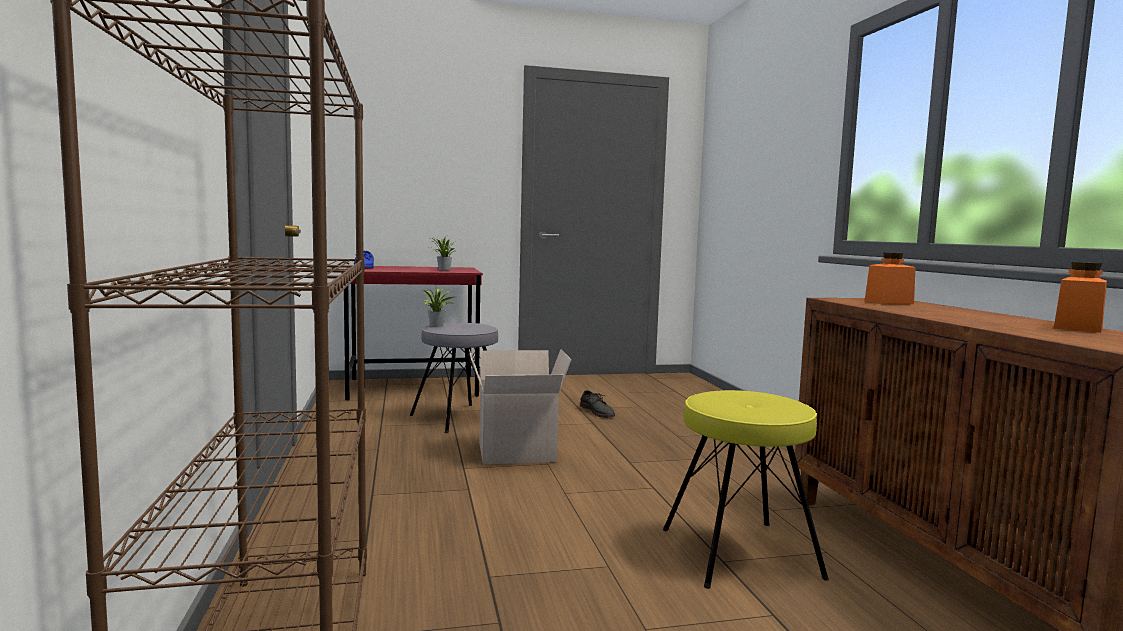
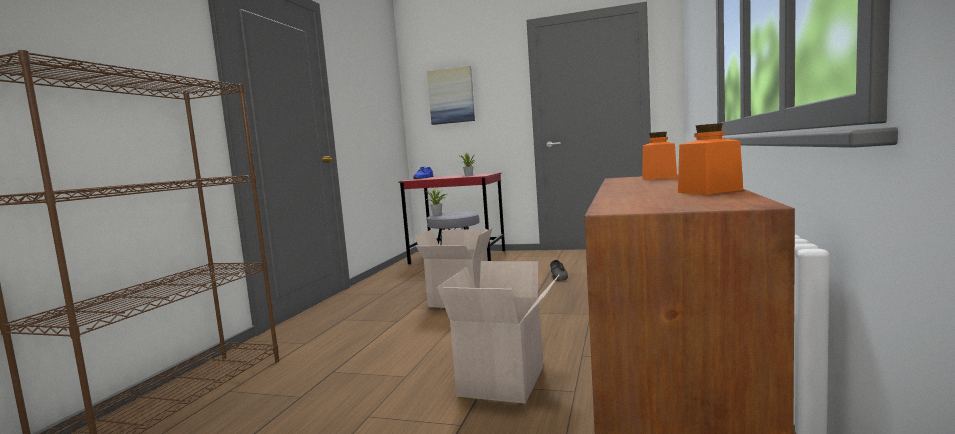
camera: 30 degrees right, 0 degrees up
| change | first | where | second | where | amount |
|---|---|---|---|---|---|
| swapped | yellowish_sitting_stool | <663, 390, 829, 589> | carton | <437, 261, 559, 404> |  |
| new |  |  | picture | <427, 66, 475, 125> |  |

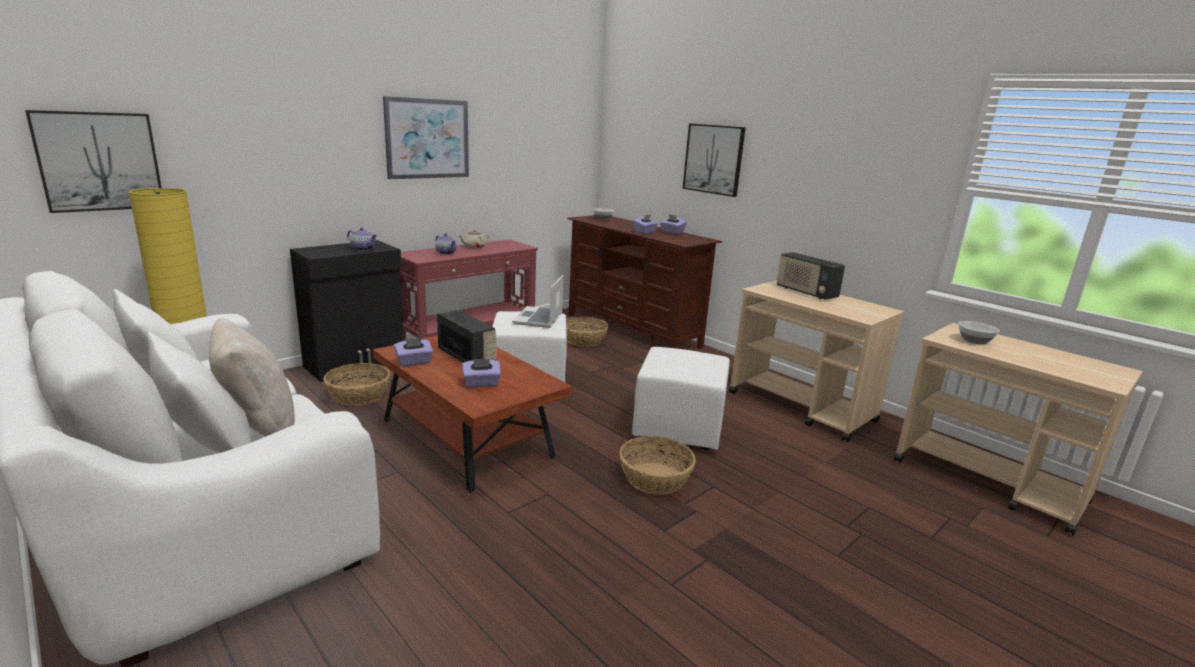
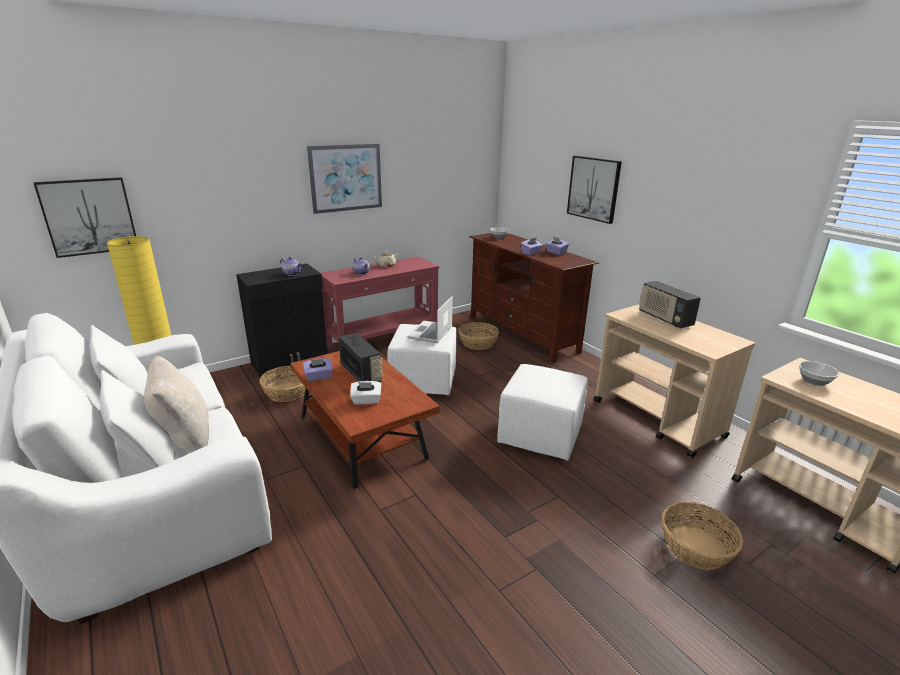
camera: 10 degrees right, 5 degrees up
| change | first | where | second | where | amount |
|---|---|---|---|---|---|
| repainted | purple_tissue_box | <462, 359, 501, 388> | whitish_tissue_box | <350, 381, 381, 405> |  |
| shifted | storage_basket | <619, 436, 696, 495> |  | <662, 502, 743, 570> |  |

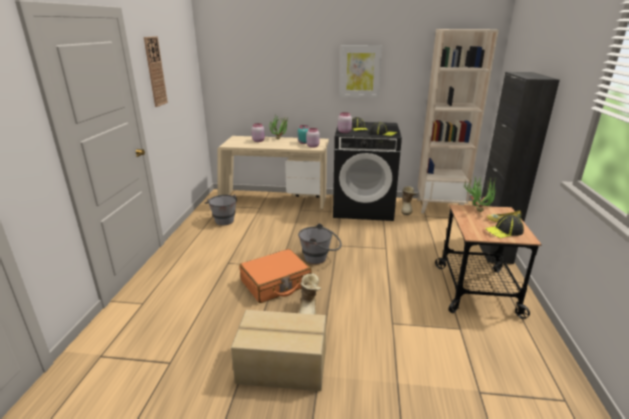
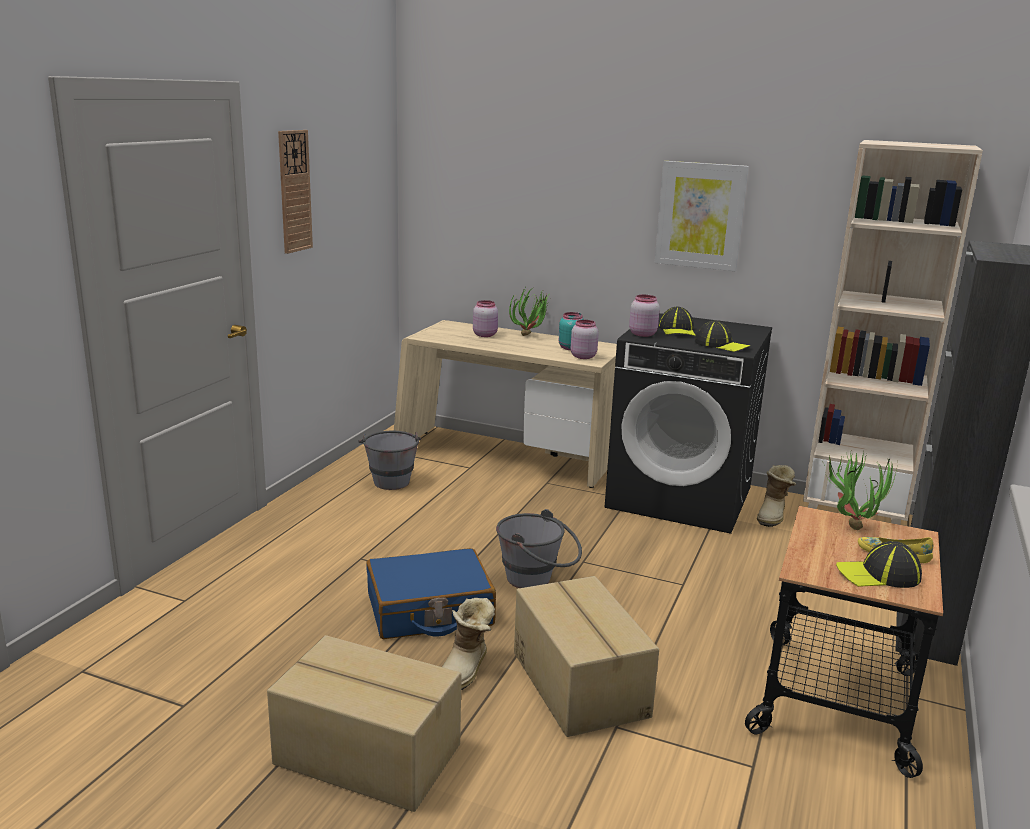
camera: 15 degrees right, 5 degrees down
| change | first | where | second | where | amount |
|---|---|---|---|---|---|
| repainted | orangey_piece_of_luggage | <239, 249, 312, 303> | blue_piece_of_luggage | <366, 548, 496, 639> |  |
| new |  |  | carton | <514, 576, 659, 737> |  |

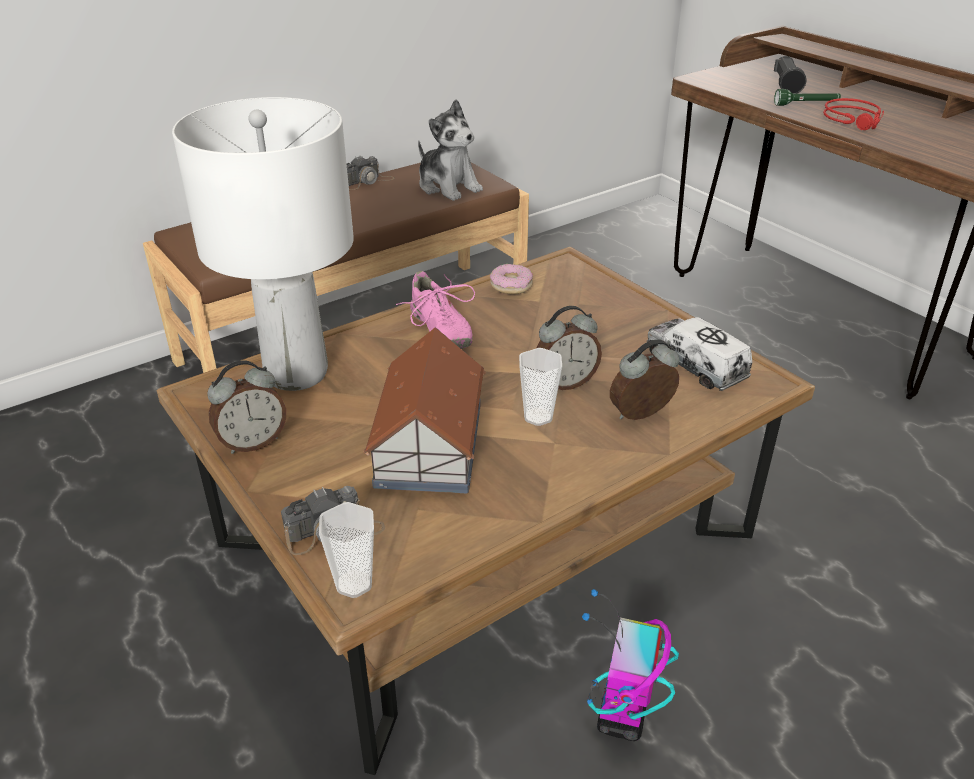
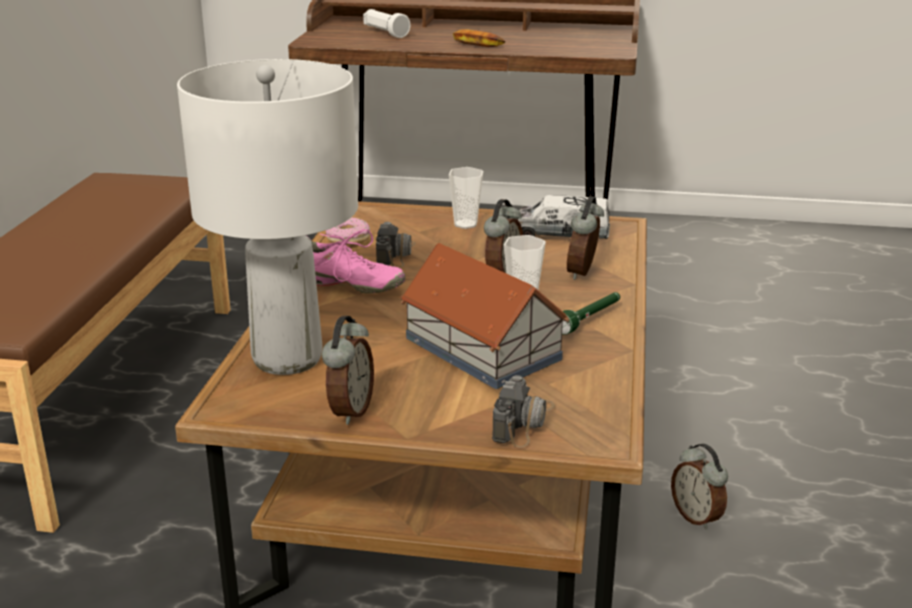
camera: 45 degrees left, 10 degrees down
| change | first | where | second | where | amount |
|---|---|---|---|---|---|
| repainted | blackish_flashlight | <774, 56, 807, 94> | whitish_flashlight | <363, 9, 411, 38> |  |
| shifted | green-coloured_flashlight | <774, 89, 841, 106> |  | <562, 292, 620, 335> |  |
| swapped | red_headset | <823, 98, 884, 130> | whole_banana | <453, 29, 505, 47> |  |
| gone | plush_toy | <418, 99, 483, 201> |  |  |  |
| shifted | still_camera | <347, 155, 395, 190> |  | <376, 222, 416, 268> |  |
| shifted | drinking_cup | <319, 502, 374, 598> |  | <449, 167, 483, 229> |  |
| swapped | model_robot | <582, 589, 679, 741> | alarm_clock | <671, 444, 728, 530> |  |

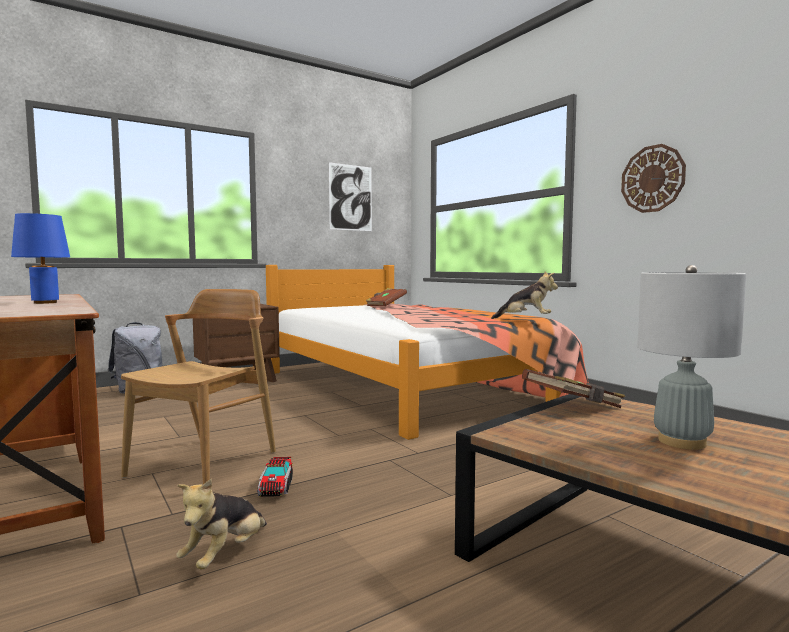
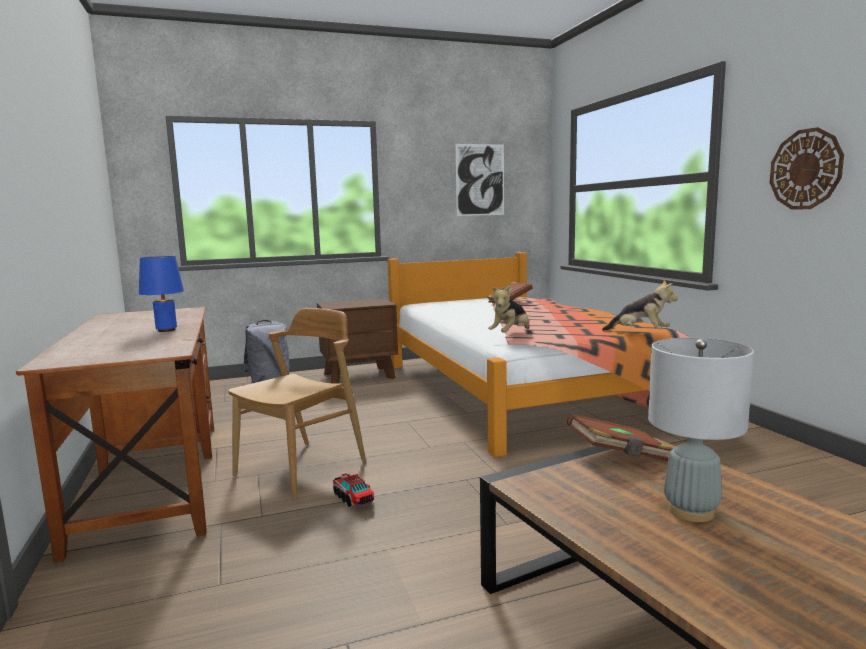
camera: 15 degrees right, 5 degrees up
| change | first | where | second | where | amount |
|---|---|---|---|---|---|
| rotated | toy_lorry | <258, 457, 293, 497> |  | <333, 473, 374, 508> | 135 degrees clockwise |
| shifted | plush_toy | <176, 479, 267, 569> |  | <488, 285, 529, 333> |  |

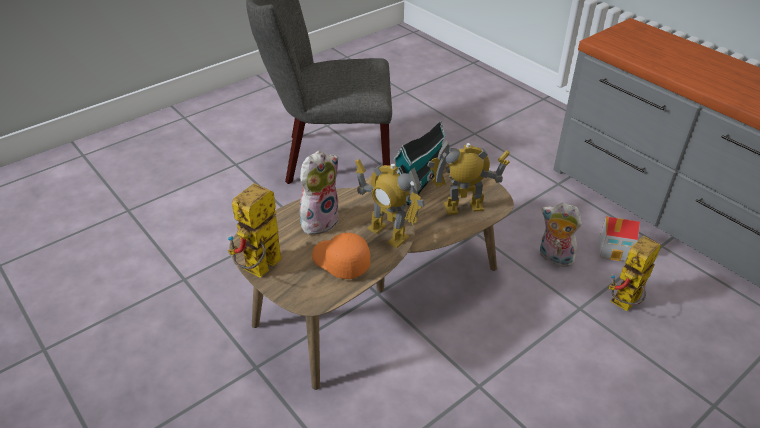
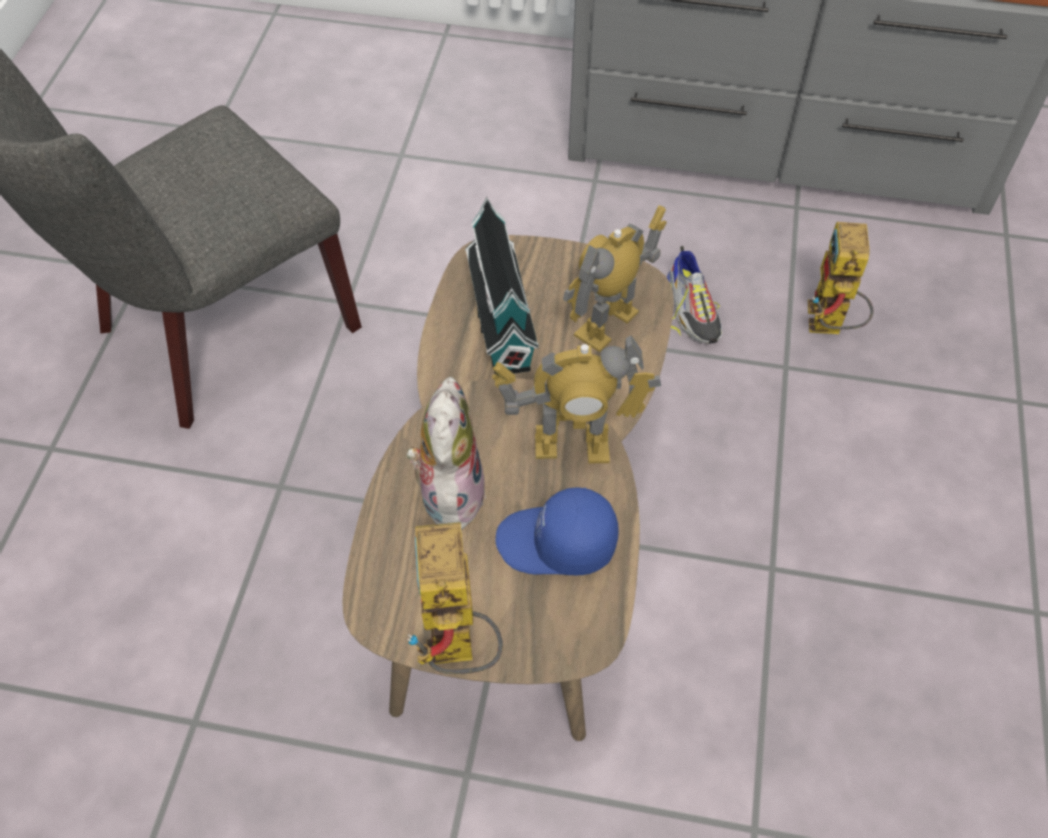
camera: 40 degrees left, 15 degrees up
| change | first | where | second | where | amount |
|---|---|---|---|---|---|
| swapped | plush_toy | <540, 203, 582, 267> | item_of_footwear | <667, 246, 722, 344> |  |
| gone | toy_house | <600, 216, 640, 261> |  |  |  |
| repainted | orangey_cap | <312, 233, 370, 279> | blue_cap | <496, 488, 619, 575> |  |

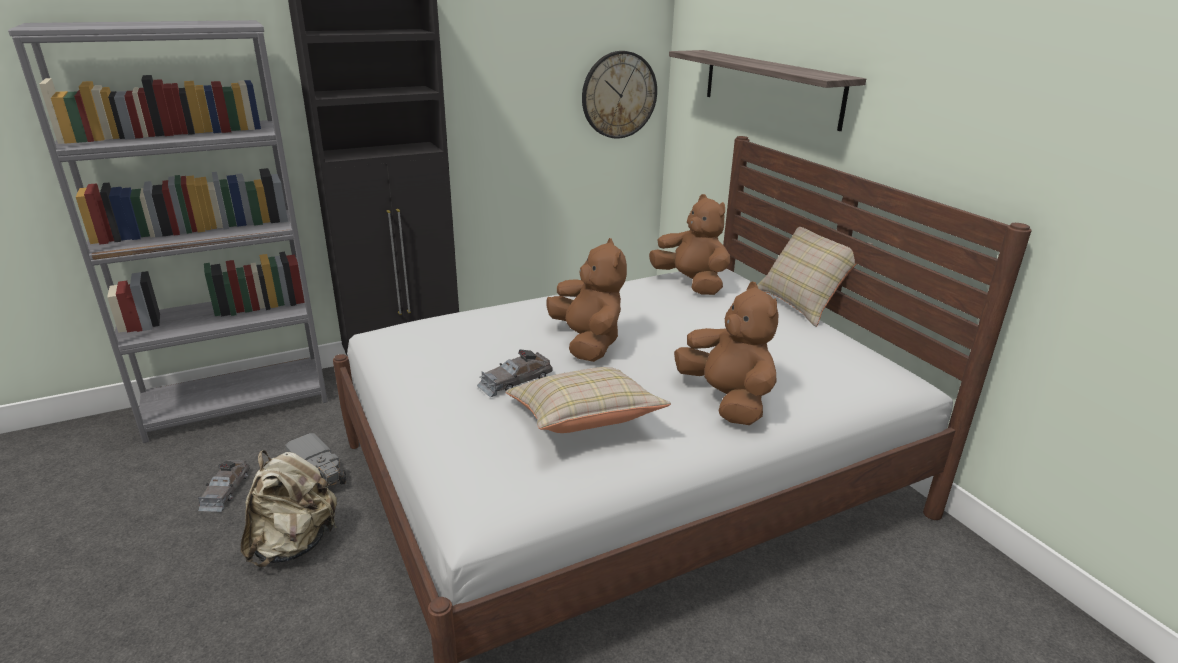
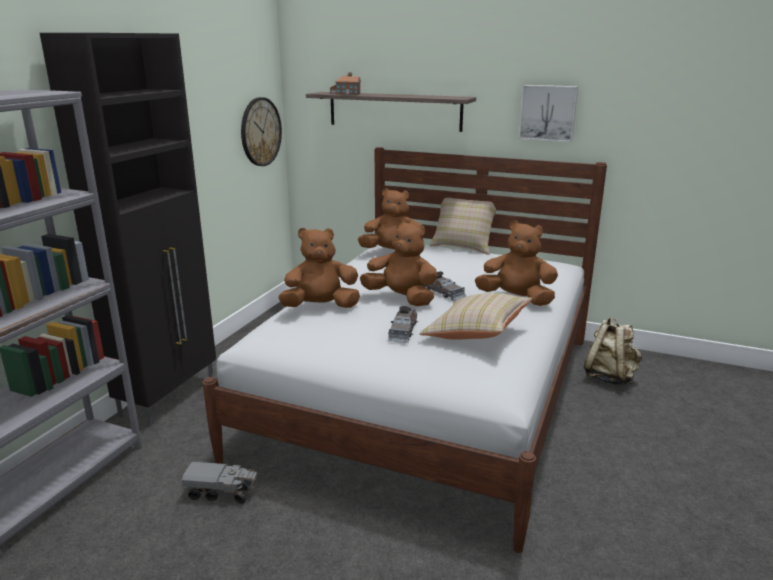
camera: 40 degrees left, 5 degrees down
| change | first | where | second | where | amount |
|---|---|---|---|---|---|
| shifted | sand-coloured_knapsack | <241, 450, 337, 567> |  | <584, 317, 642, 385> |  |
| shifted | grey_miniature_car | <198, 460, 250, 512> |  | <424, 271, 467, 301> |  |
| new |  |  | toy_house | <330, 72, 361, 95> |  |
| new |  |  | picture | <519, 85, 578, 142> |  |
| new |  |  | brown-coloured_plush_toy | <278, 228, 360, 308> |  |

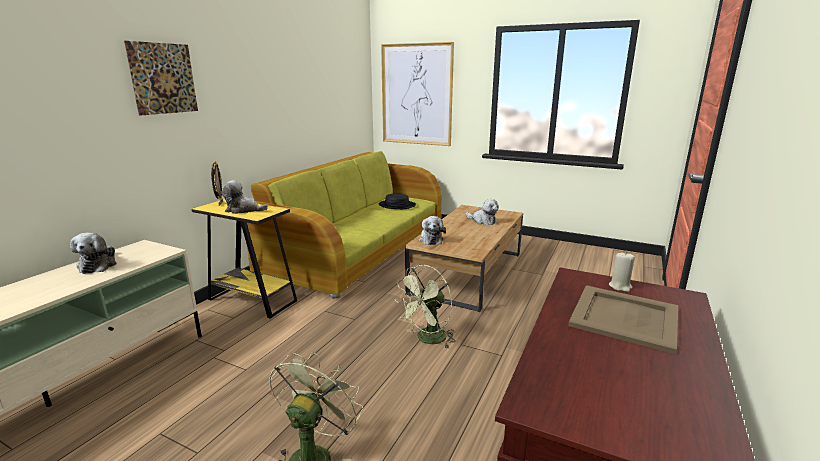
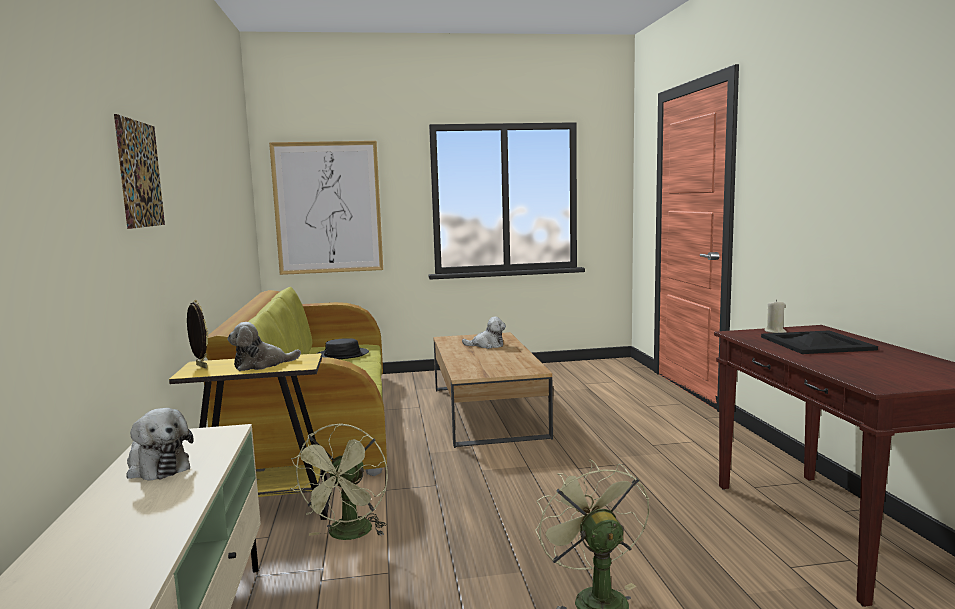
camera: 35 degrees left, 10 degrees down
| change | first | where | second | where | amount |
|---|---|---|---|---|---|
| gone | plush_toy | <419, 216, 446, 245> |  |  |  |
| shifted | green-coloured_electric_fan | <395, 265, 456, 348> |  | <290, 423, 388, 540> |  |
| repainted | sand-coloured_carrying_tray | <568, 285, 678, 354> | blackish_carrying_tray | <761, 330, 878, 354> |  |

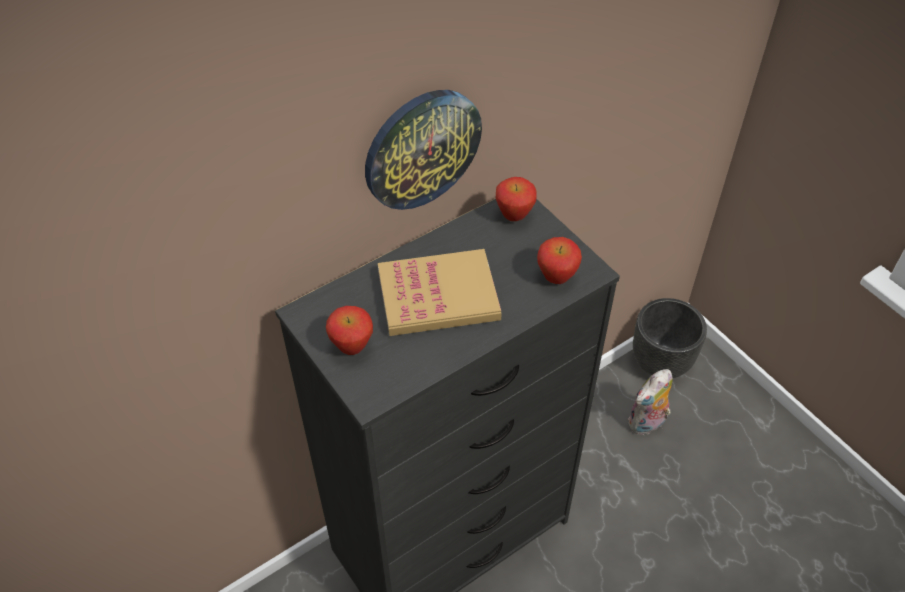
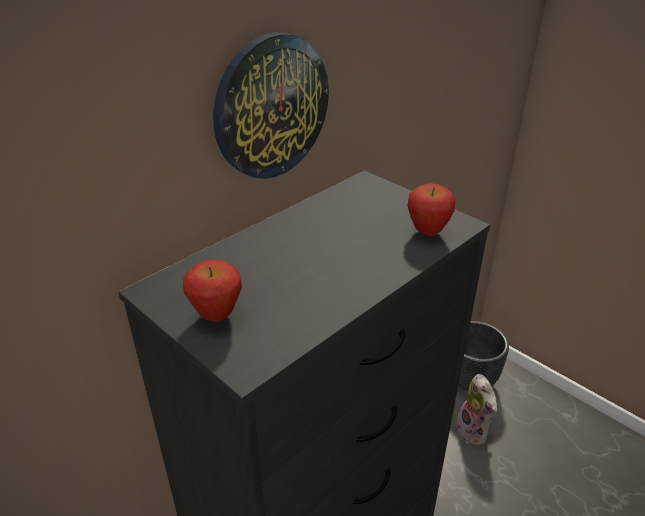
camera: 10 degrees left, 15 degrees down
| change | first | where | second | where | amount |
|---|---|---|---|---|---|
| gone | apple_fruit | <496, 177, 537, 221> |  |  |  |
| gone | volume | <378, 249, 502, 336> |  |  |  |
| rotated | plush_toy | <628, 369, 673, 436> |  | <455, 374, 498, 446> | 60 degrees counterclockwise |

